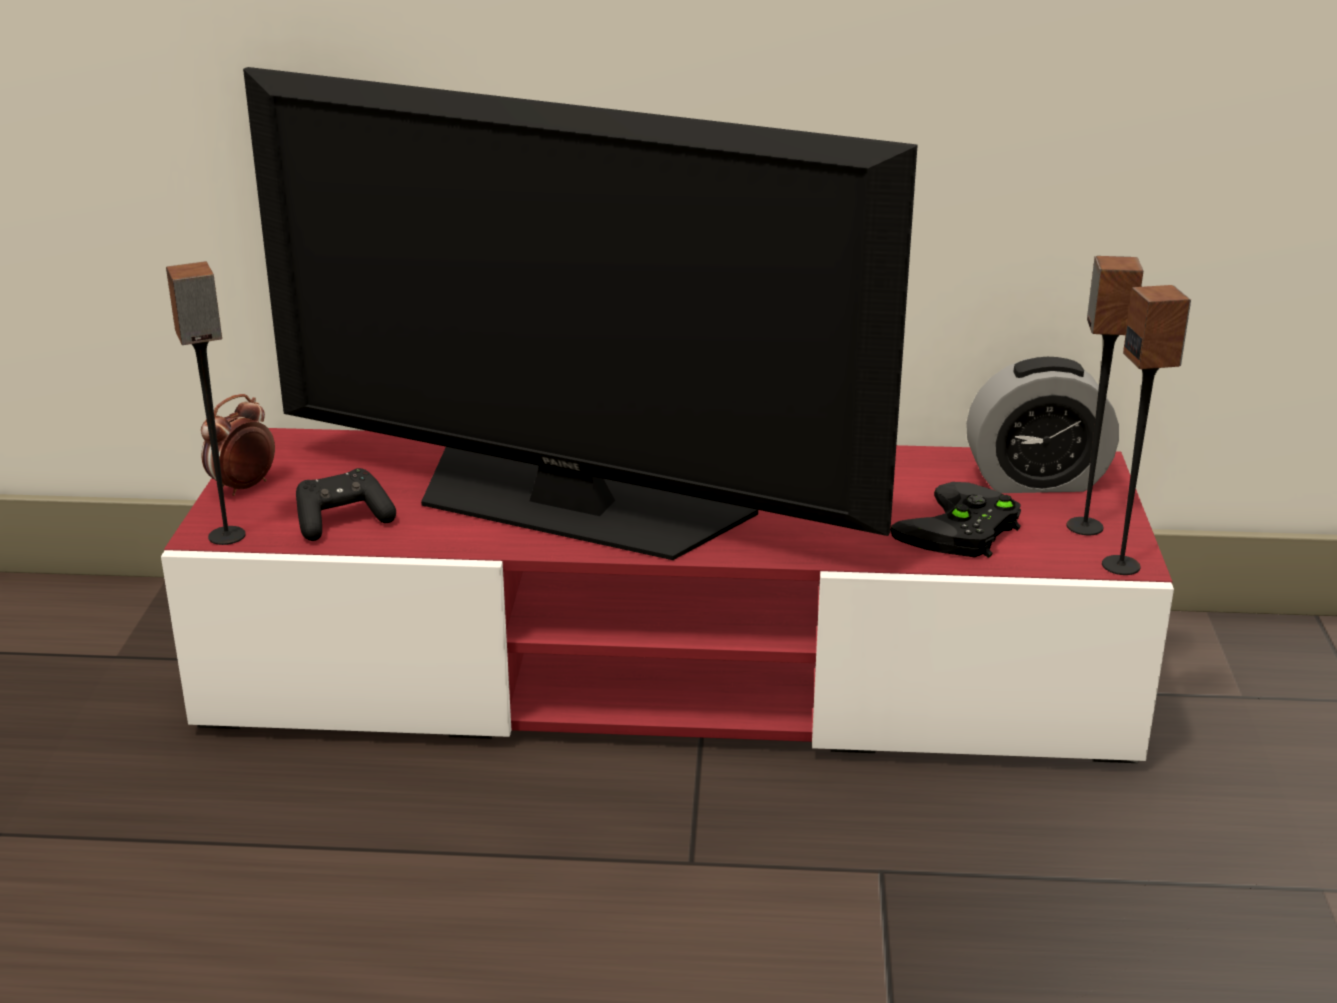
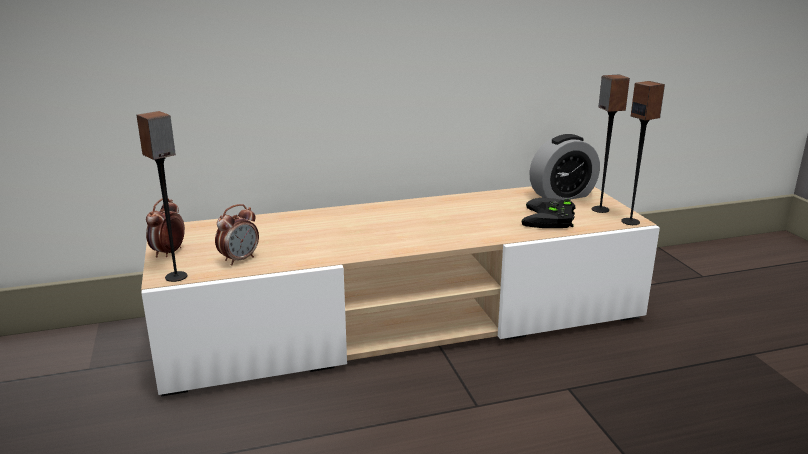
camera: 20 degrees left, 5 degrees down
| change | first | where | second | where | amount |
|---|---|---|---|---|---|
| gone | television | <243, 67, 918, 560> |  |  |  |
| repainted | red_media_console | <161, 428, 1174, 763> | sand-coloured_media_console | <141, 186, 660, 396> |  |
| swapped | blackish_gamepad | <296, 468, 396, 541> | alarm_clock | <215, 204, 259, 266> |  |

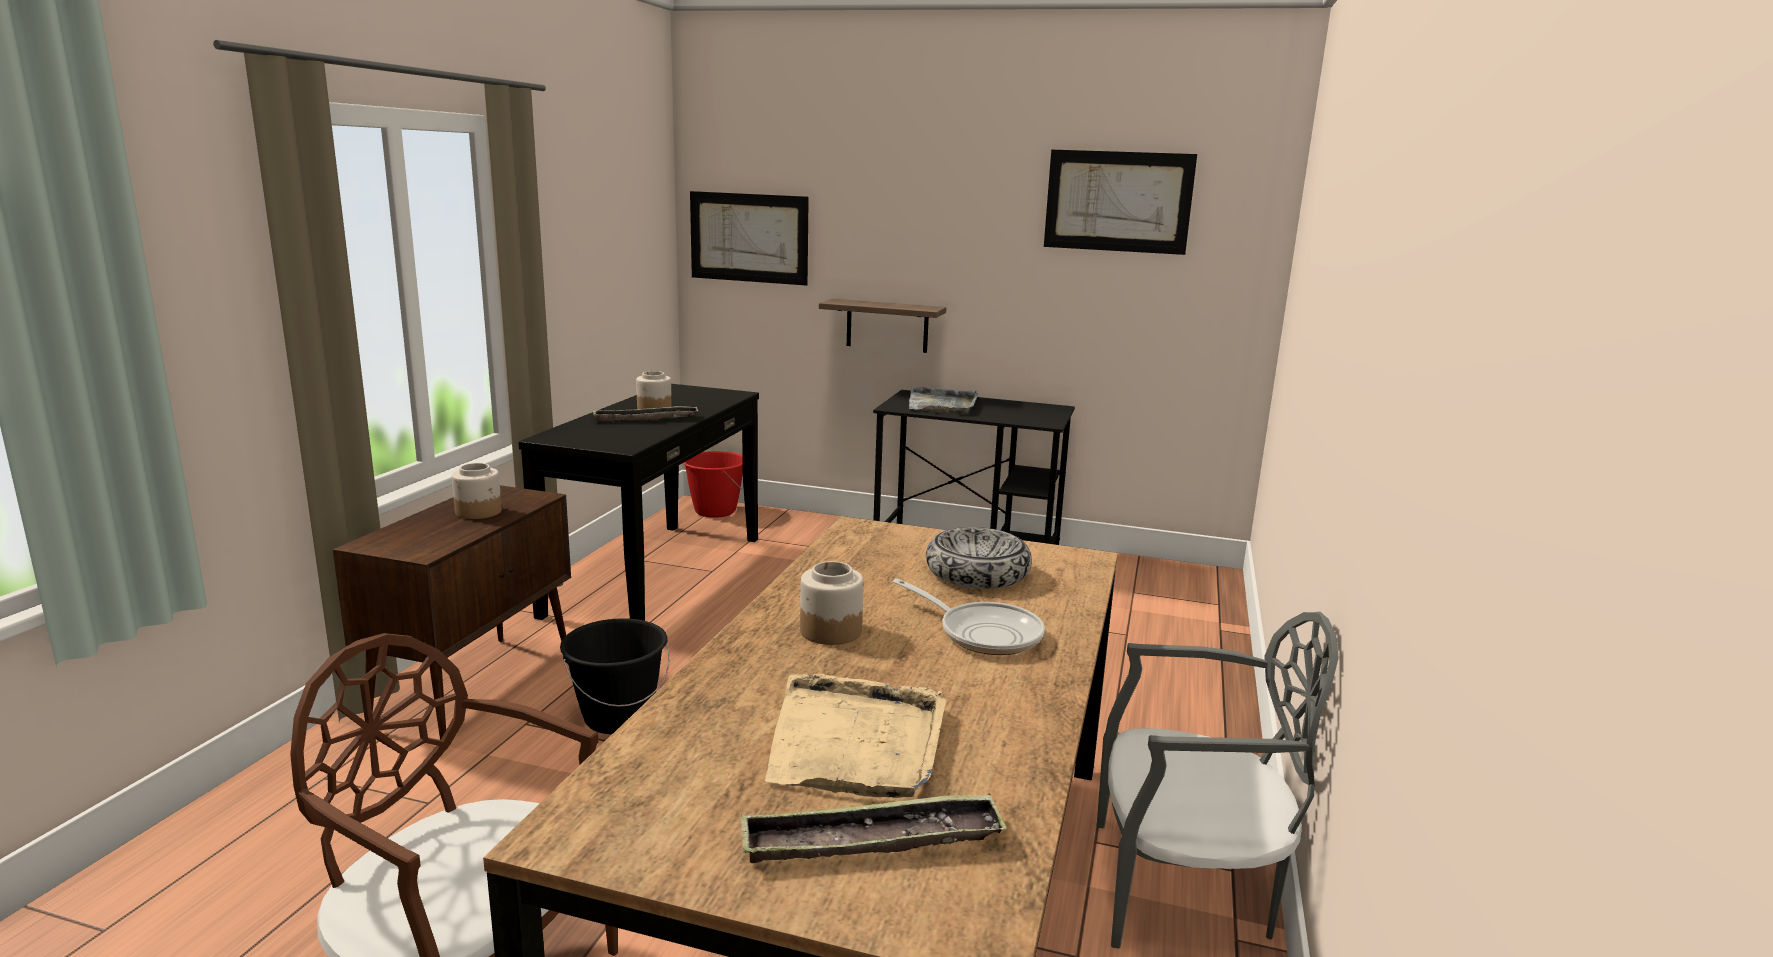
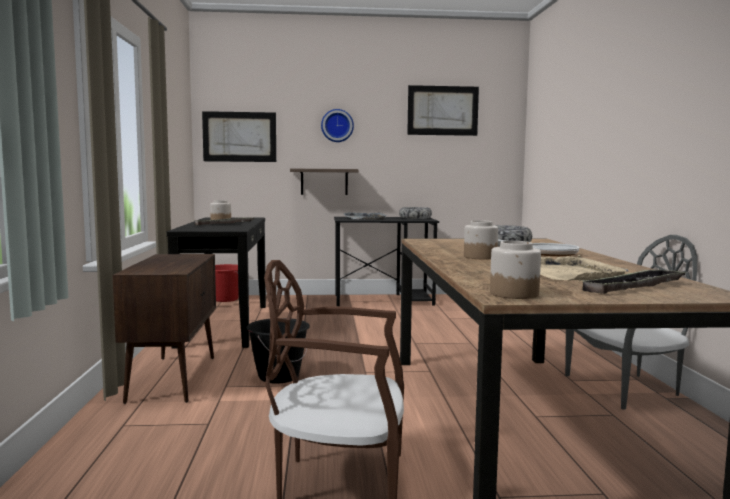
camera: 20 degrees left, 10 degrees down
| change | first | where | second | where | amount |
|---|---|---|---|---|---|
| shifted | preserve_jar | <452, 463, 502, 519> |  | <490, 241, 541, 299> |  |
| new |  |  | hanging_clock | <321, 109, 354, 142> |  |
| new |  |  | bowl | <399, 207, 432, 219> |  |

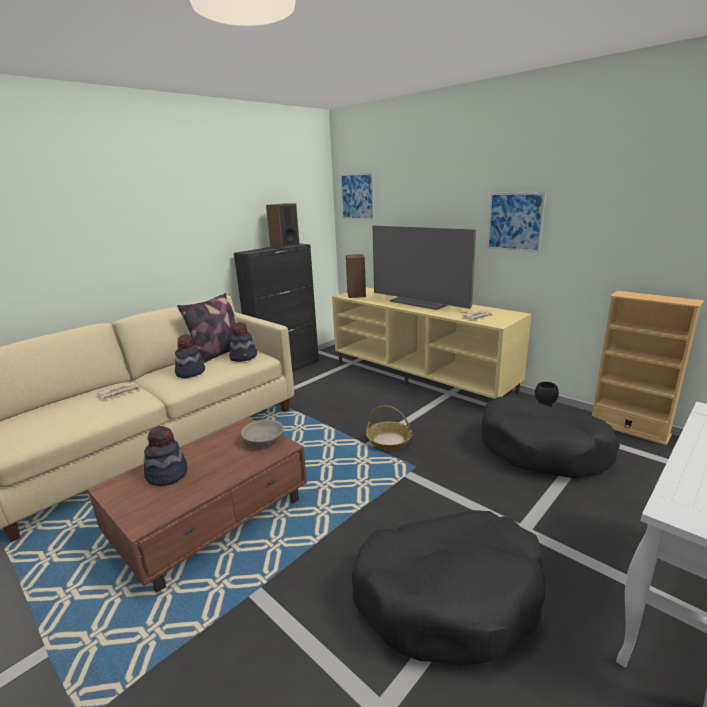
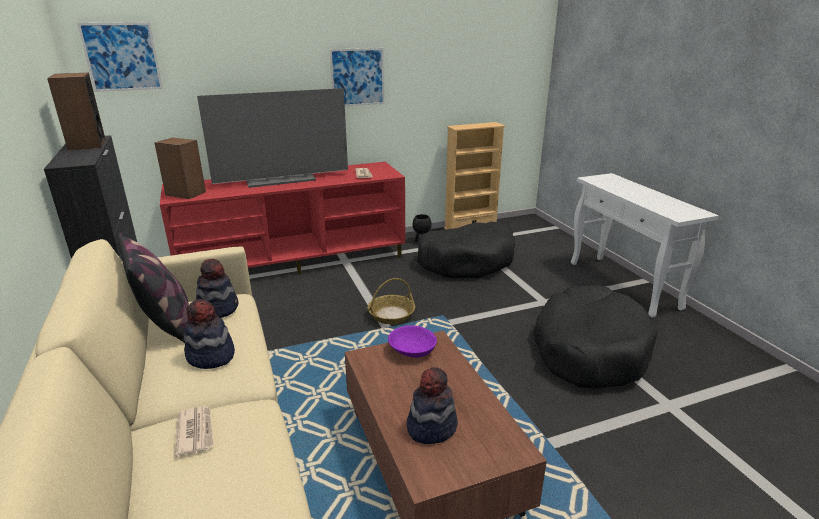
camera: 65 degrees left, 5 degrees up
| change | first | where | second | where | amount |
|---|---|---|---|---|---|
| repainted | sand-coloured_media_console | <332, 287, 531, 400> | red_media_console | <160, 162, 405, 275> |  |
| repainted | grey_bowl | <241, 419, 284, 448> | purple_bowl | <388, 325, 437, 358> |  |

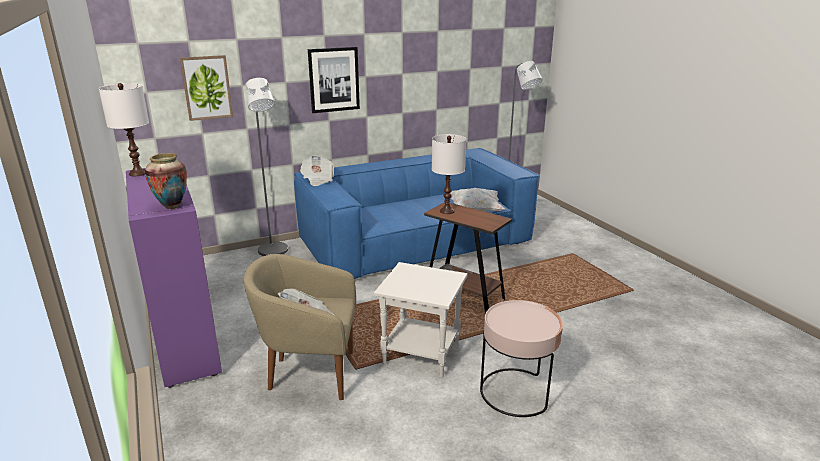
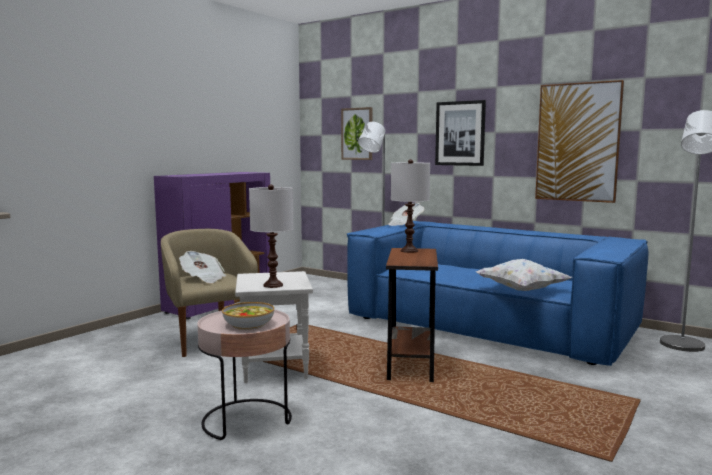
camera: 60 degrees right, 15 degrees down
| change | first | where | second | where | amount |
|---|---|---|---|---|---|
| shifted | whitish_table_lamp | <99, 83, 149, 176> |  | <249, 185, 294, 288> |  |
| gone | flower_vase | <145, 153, 187, 209> |  |  |  |
| new |  |  | picture | <535, 80, 624, 203> |  |
| new |  |  | bowl | <222, 302, 274, 330> |  |

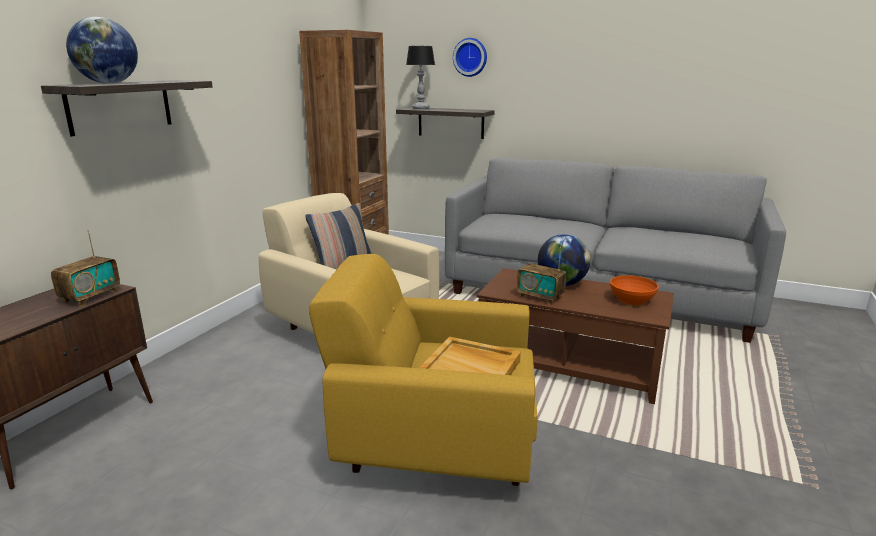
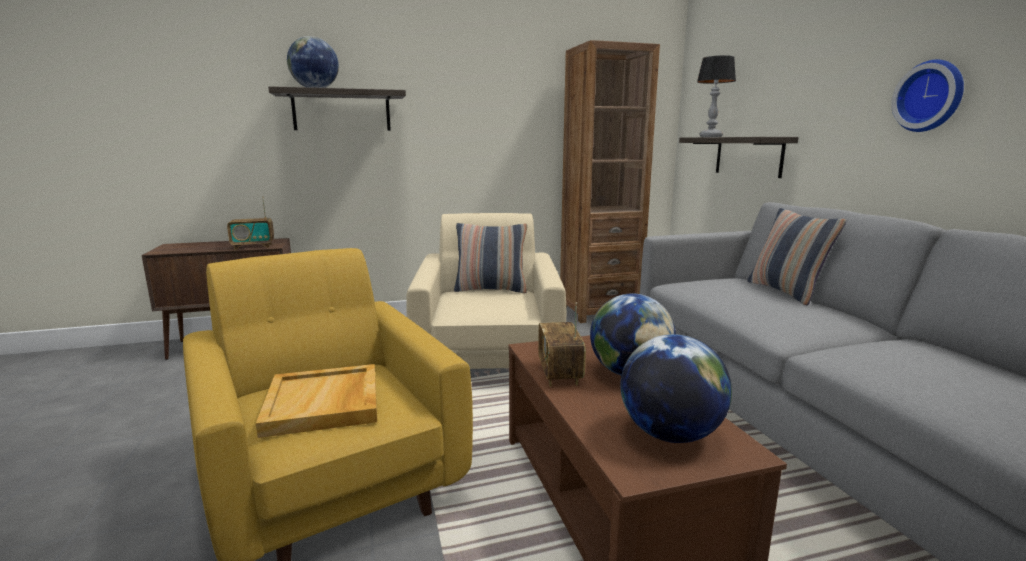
camera: 50 degrees right, 5 degrees down
| change | first | where | second | where | amount |
|---|---|---|---|---|---|
| shifted | hanging_clock | <453, 38, 487, 77> |  | <891, 59, 964, 132> |  |
| swapped | orangey_bowl | <610, 275, 659, 305> | globe | <621, 334, 732, 443> |  |
| new |  |  | throw_pillow | <748, 208, 846, 305> |  |

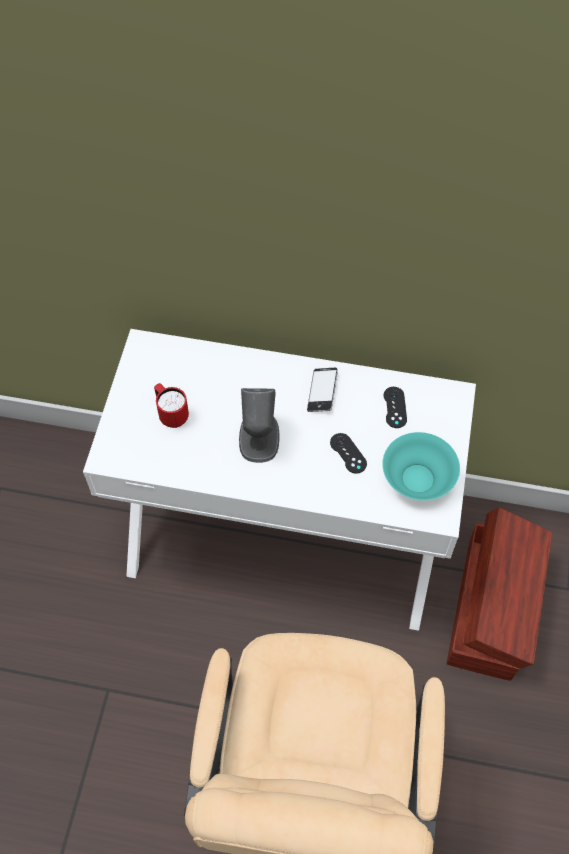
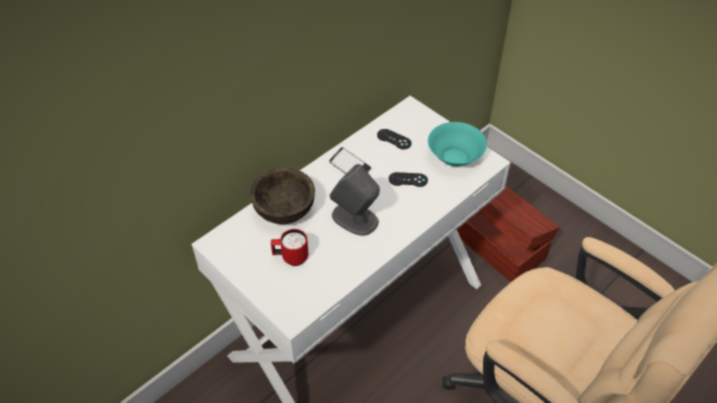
camera: 55 degrees left, 10 degrees down
| change | first | where | second | where | amount |
|---|---|---|---|---|---|
| new |  |  | brown-coloured_bowl | <250, 168, 315, 224> |  |

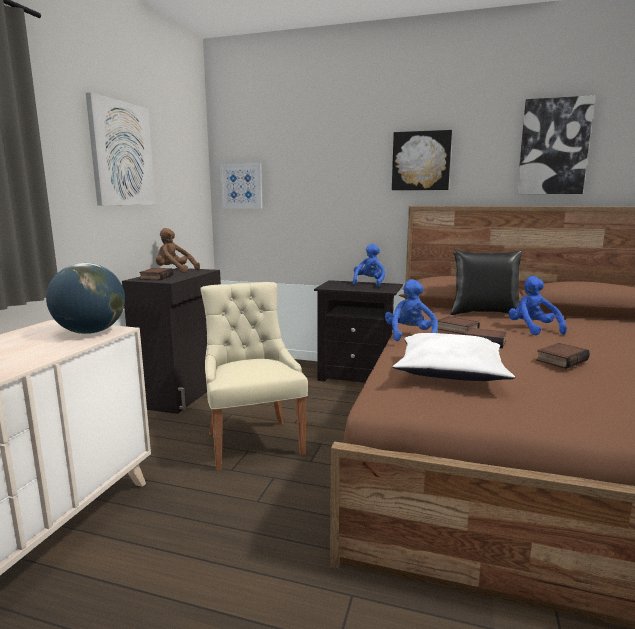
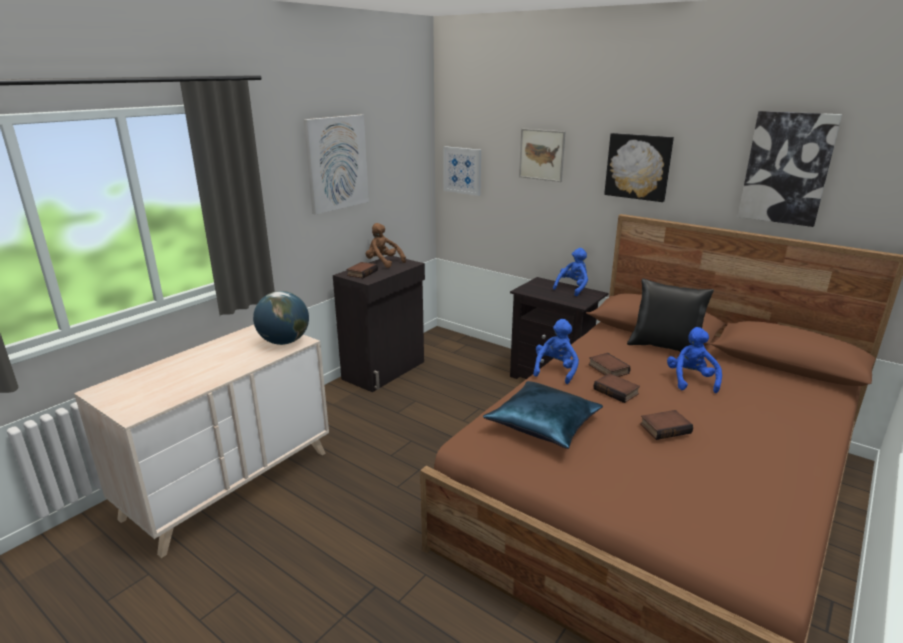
camera: 20 degrees right, 10 degrees up
| change | first | where | second | where | amount |
|---|---|---|---|---|---|
| gone | sand-coloured_upright_chair | <201, 282, 308, 471> |  |  |  |
| repainted | whitish_throw_pillow | <393, 333, 515, 381> | blue_throw_pillow | <483, 381, 603, 449> |  |
| new |  |  | picture | <519, 128, 566, 182> |  |

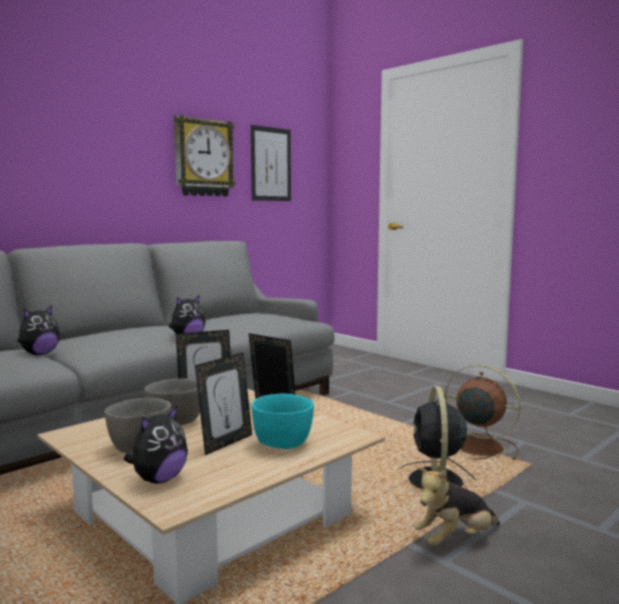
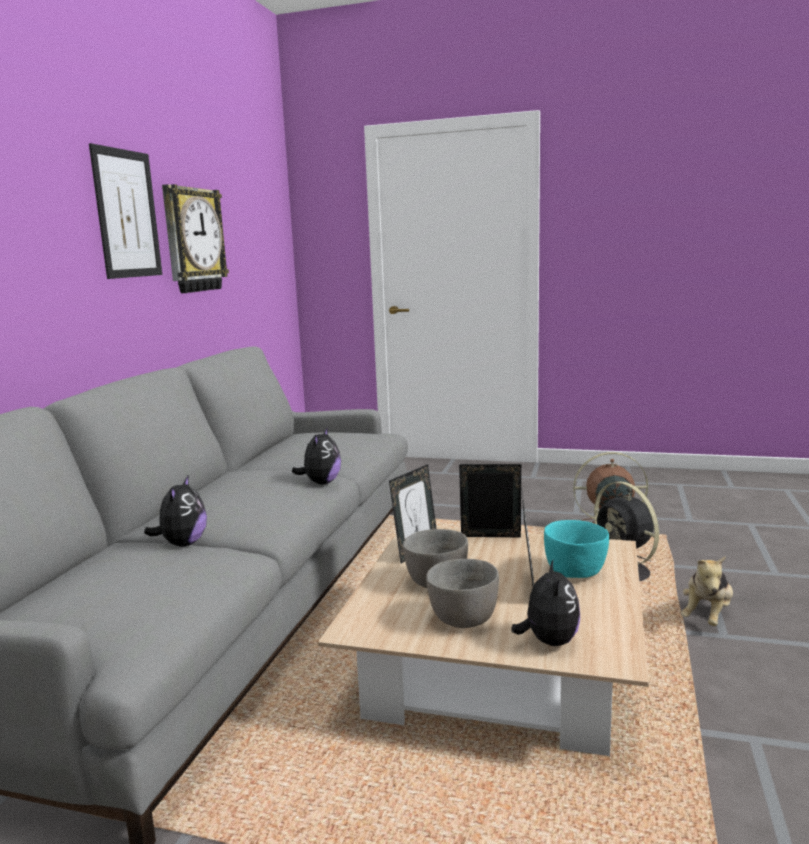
camera: 30 degrees left, 5 degrees up
| change | first | where | second | where | amount |
|---|---|---|---|---|---|
| shifted | picture | <251, 125, 291, 201> |  | <89, 143, 162, 279> |  |

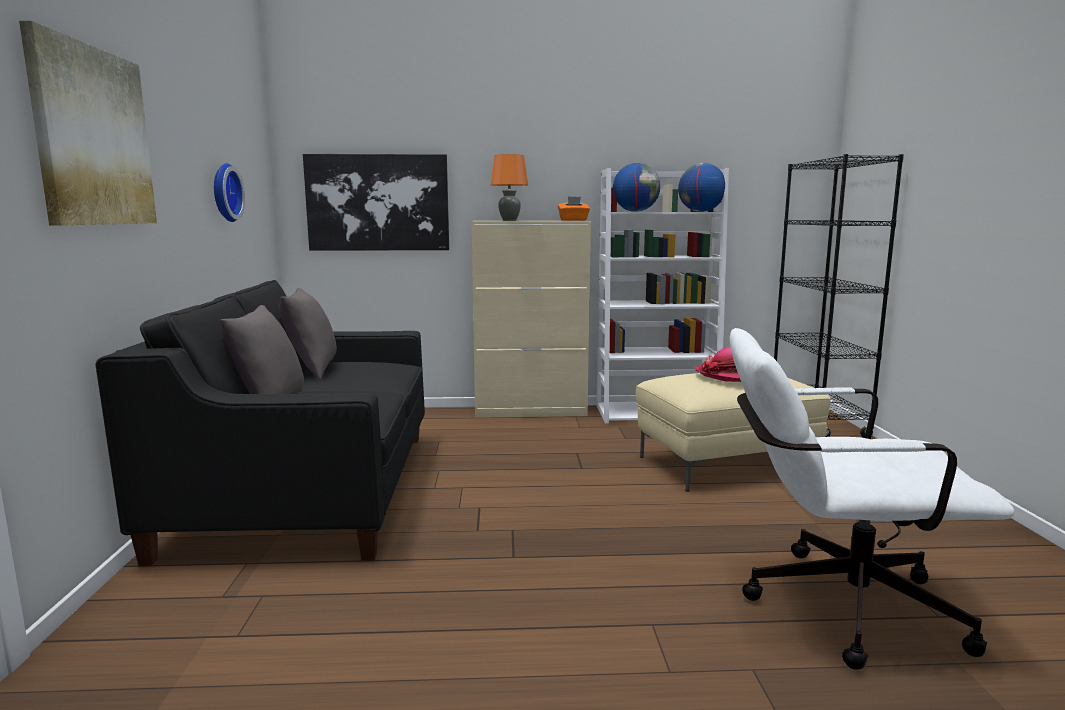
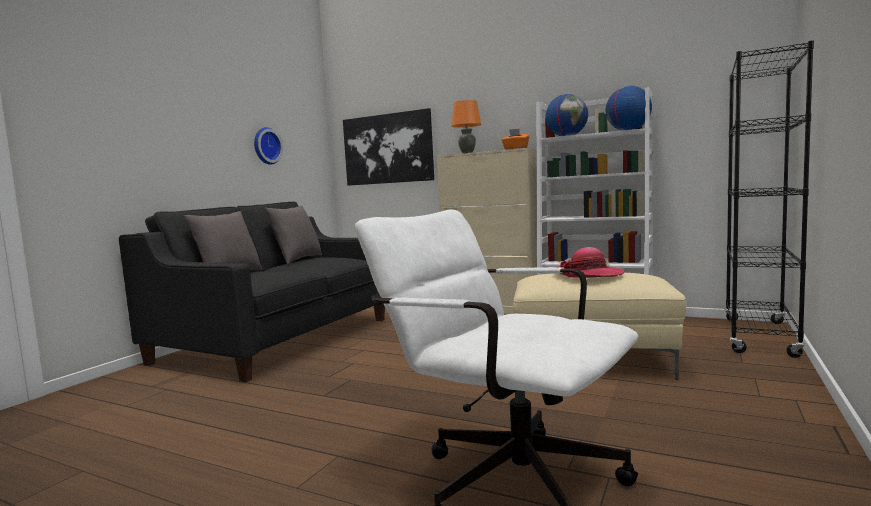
camera: 30 degrees right, 5 degrees down
| change | first | where | second | where | amount |
|---|---|---|---|---|---|
| gone | picture | <19, 21, 157, 225> |  |  |  |

